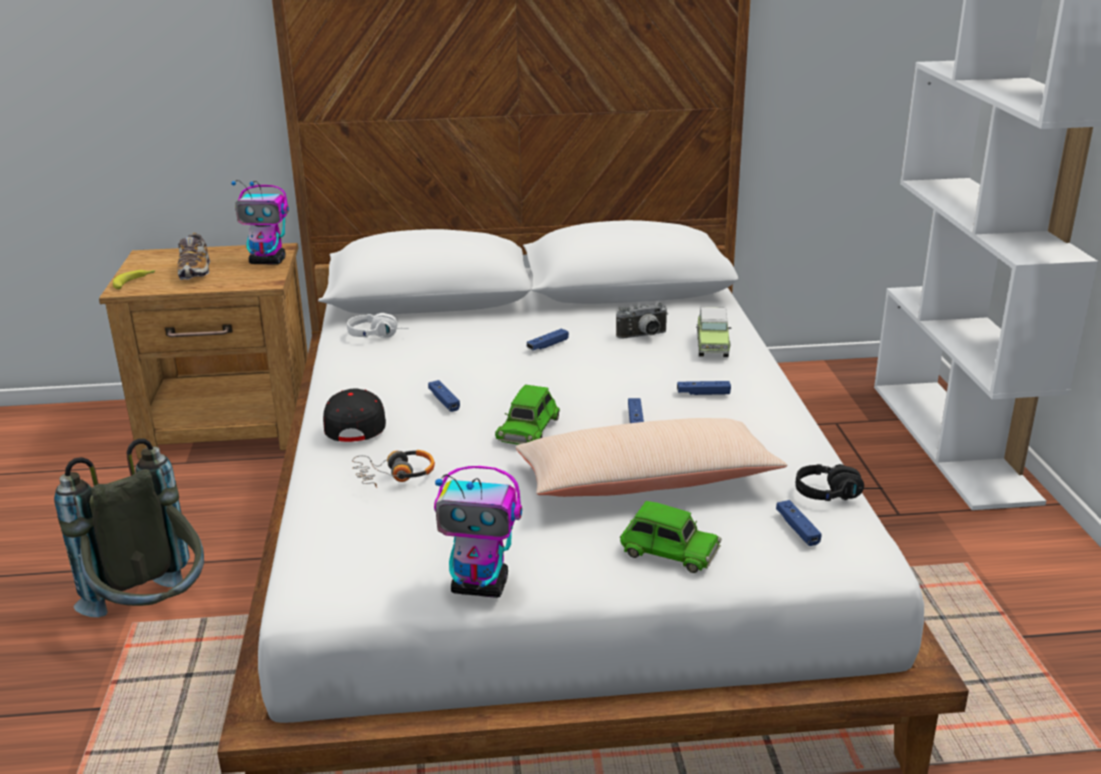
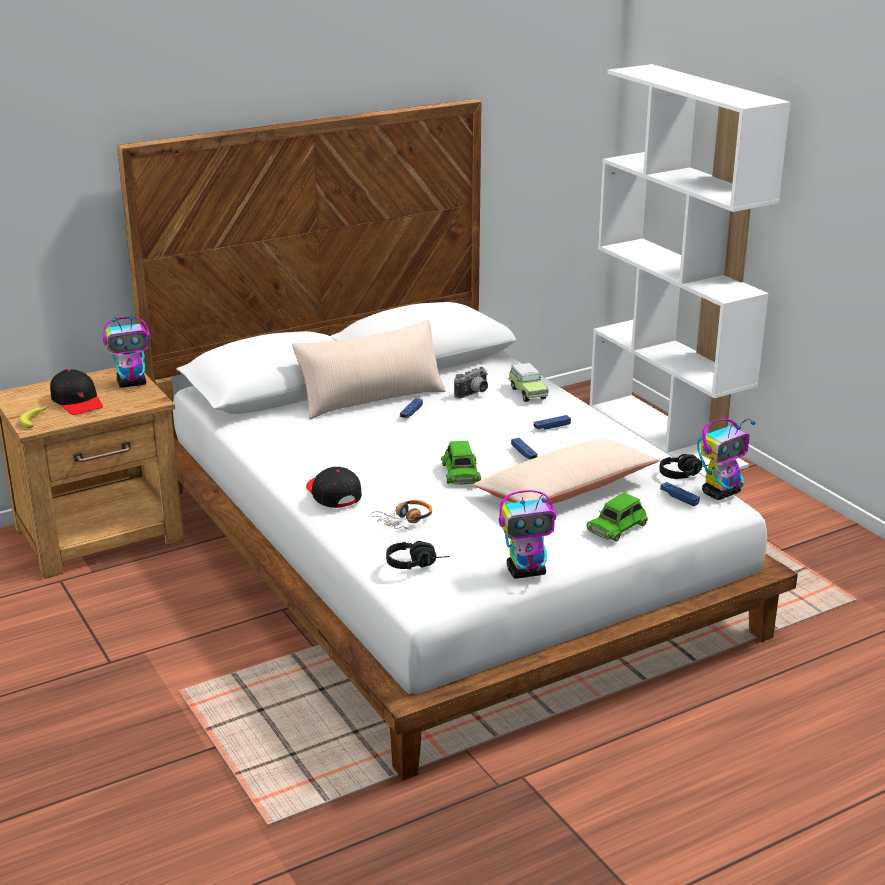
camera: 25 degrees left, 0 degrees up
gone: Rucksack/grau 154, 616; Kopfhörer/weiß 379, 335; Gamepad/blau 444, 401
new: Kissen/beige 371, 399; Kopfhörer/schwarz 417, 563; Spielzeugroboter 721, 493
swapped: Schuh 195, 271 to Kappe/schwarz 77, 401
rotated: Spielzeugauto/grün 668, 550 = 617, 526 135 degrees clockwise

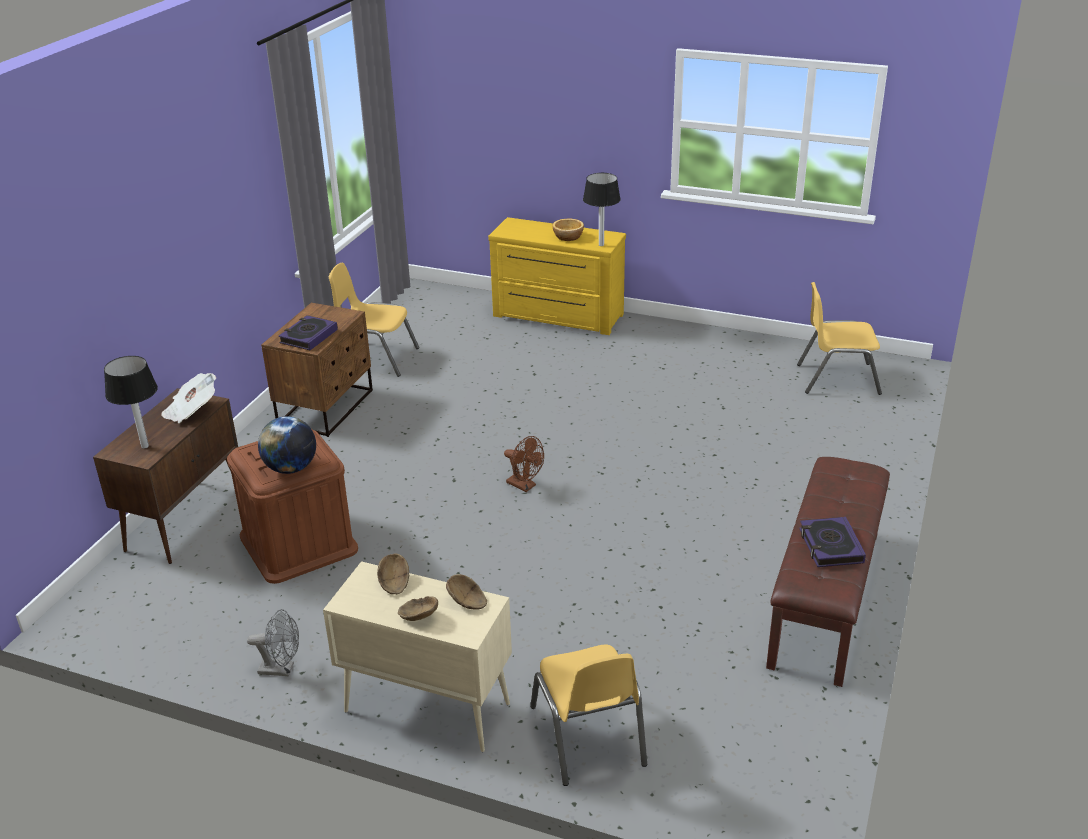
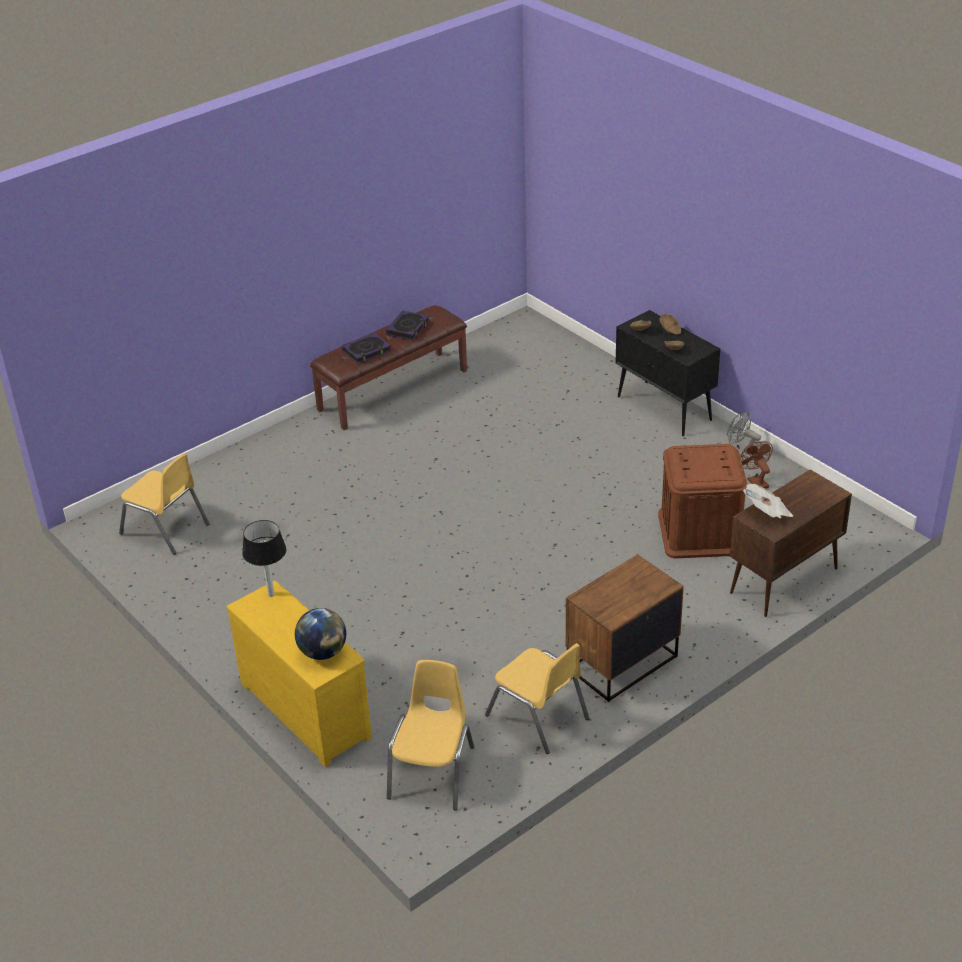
camera: 150 degrees left, 5 degrees up
gone: Tischlampe 145, 446; Schüssel 568, 237
shifted: Globus 291, 468 to 323, 652; Buch 308, 336 to 366, 351; Ventilator/braun 525, 486 to 755, 481; Stuhl/gelb 588, 736 to 433, 772
repainted: Schrank/beige 425, 707 to Schrank/schwarz 665, 409

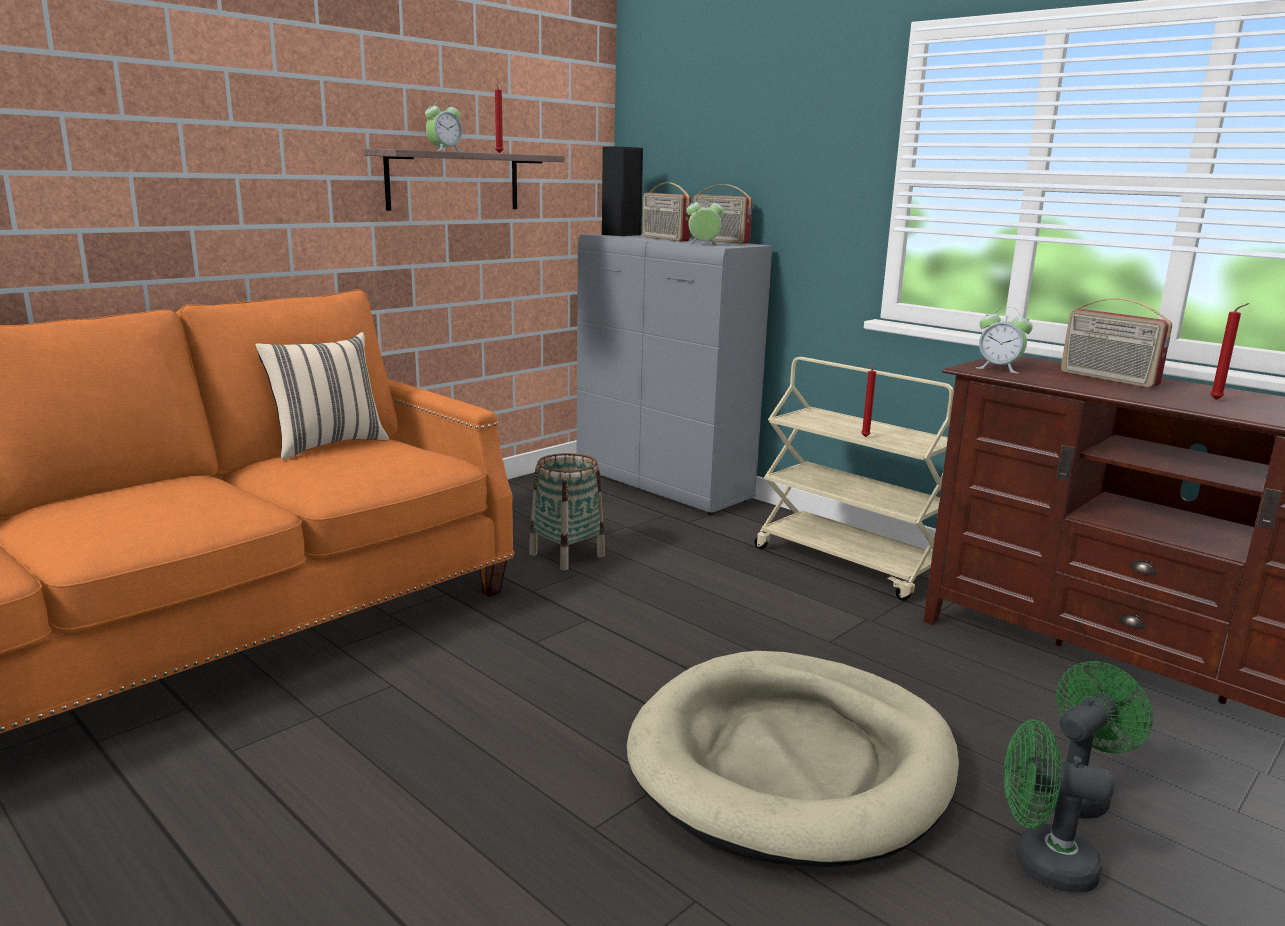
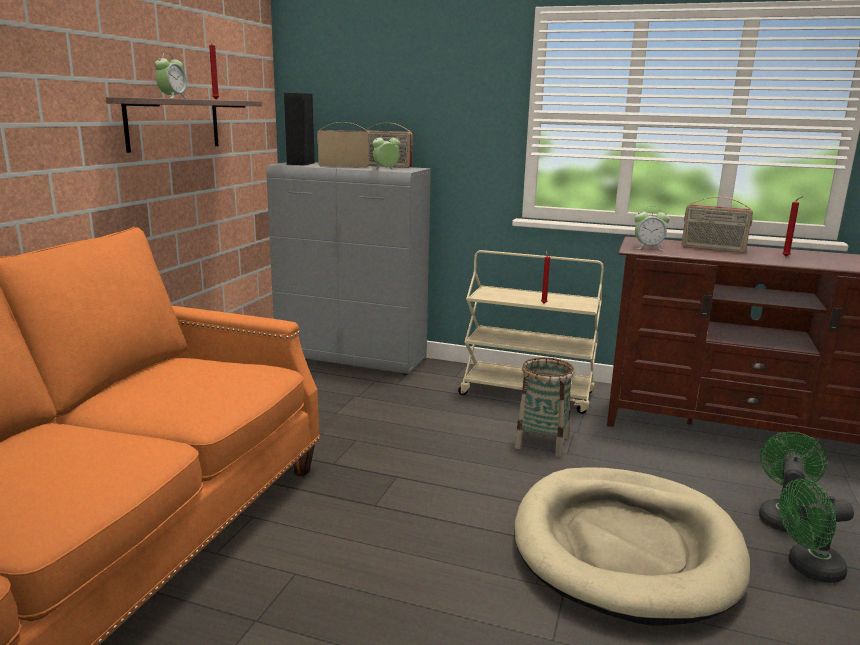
camera: 25 degrees left, 0 degrees up
gone: Kissen/beige 327, 445
shifted: Korb 567, 555 to 542, 442
rotated: Radio 664, 239 = 344, 166 150 degrees clockwise

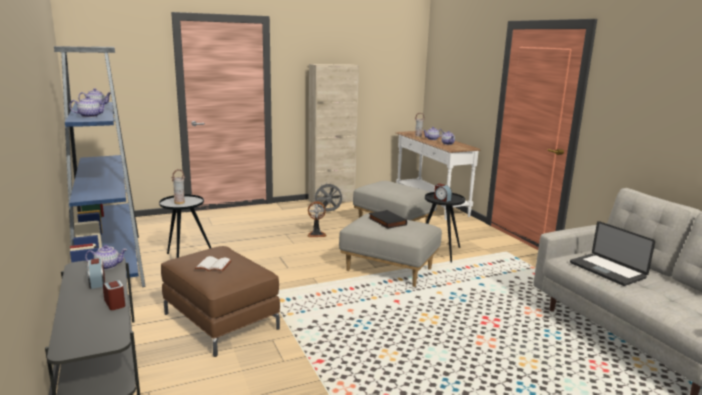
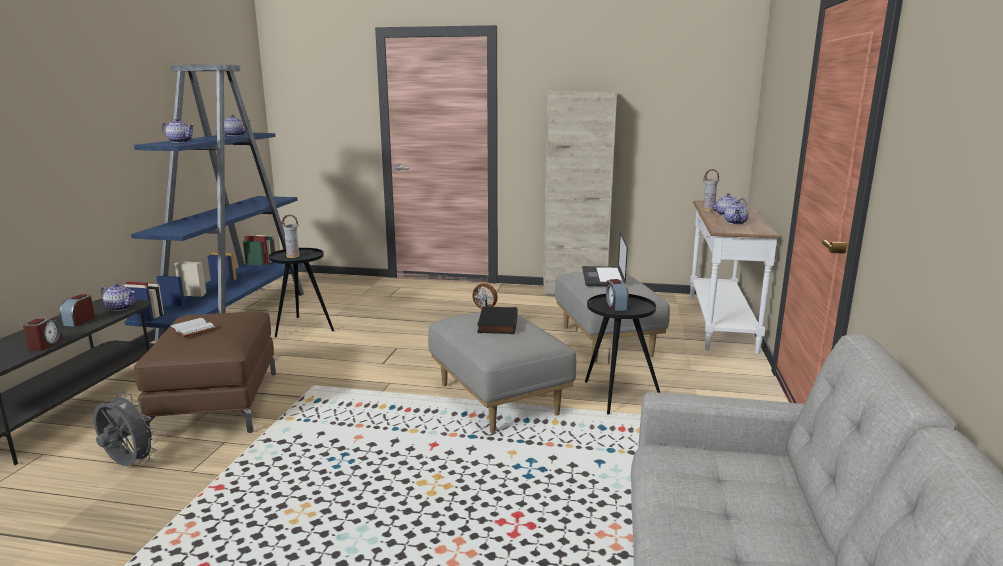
camera: 35 degrees right, 0 degrees up
shifted: Ventilator/grau 328, 212 to 127, 465; Laptop 607, 270 to 603, 277

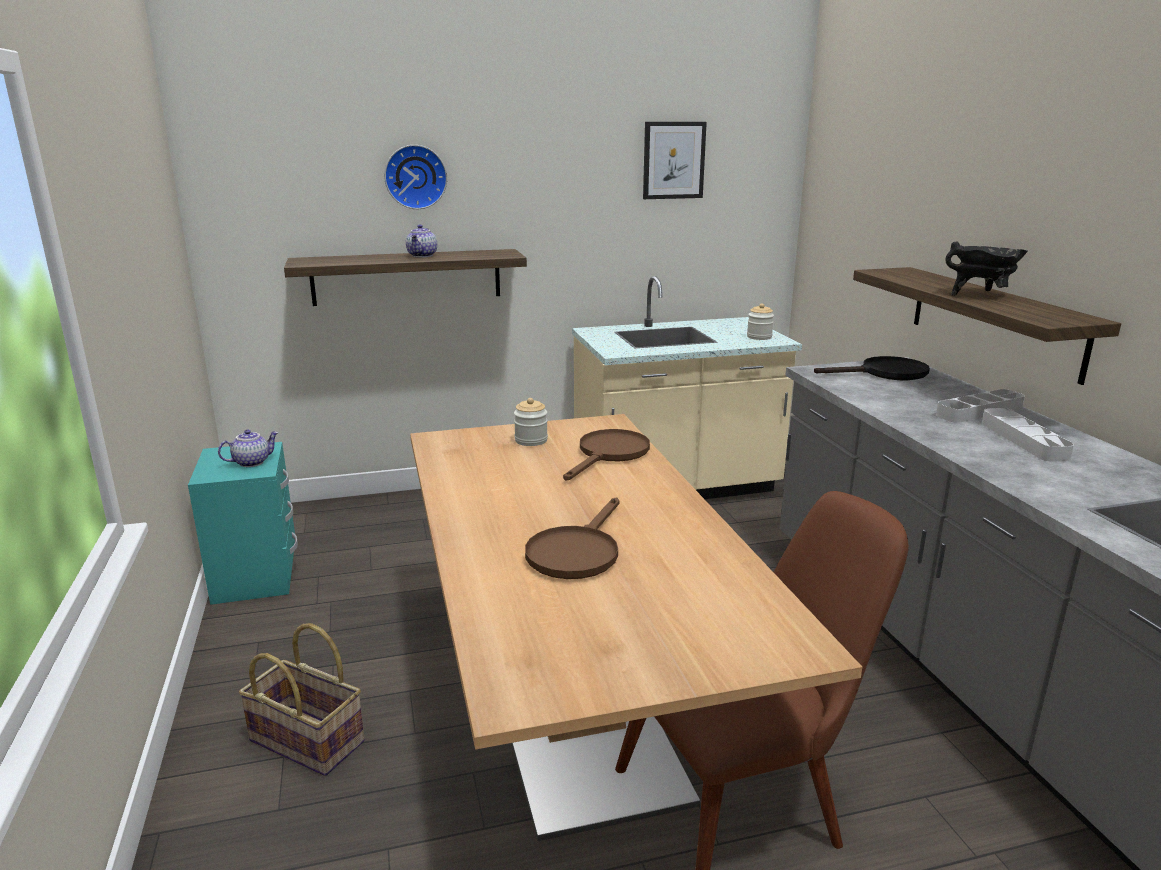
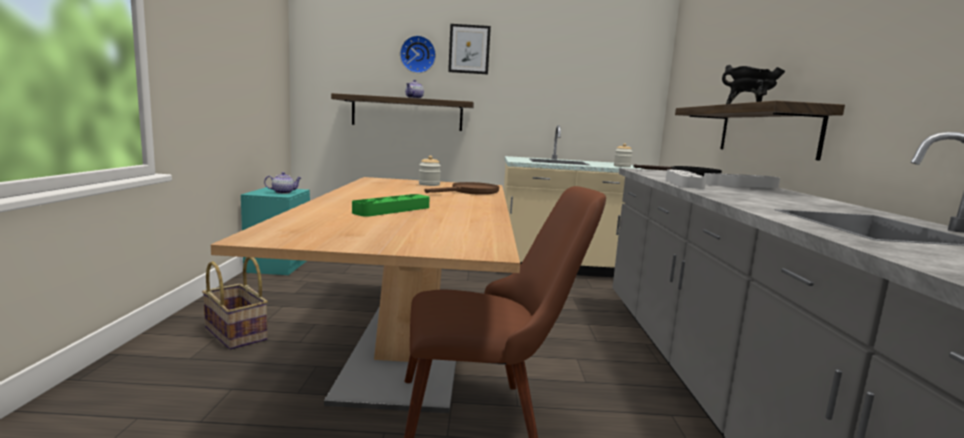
camera: 15 degrees right, 10 degrees down
shifted: Bild 673, 160 to 469, 49; Tablett/grau 1023, 440 to 683, 183
swapped: Pfanne/braun 576, 551 to Tablett/grün 392, 210

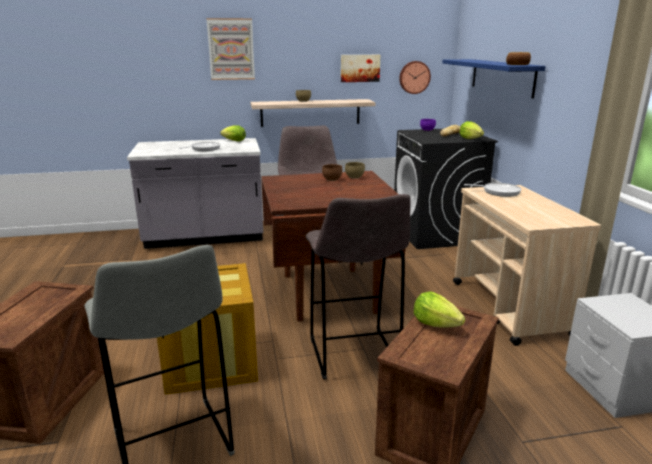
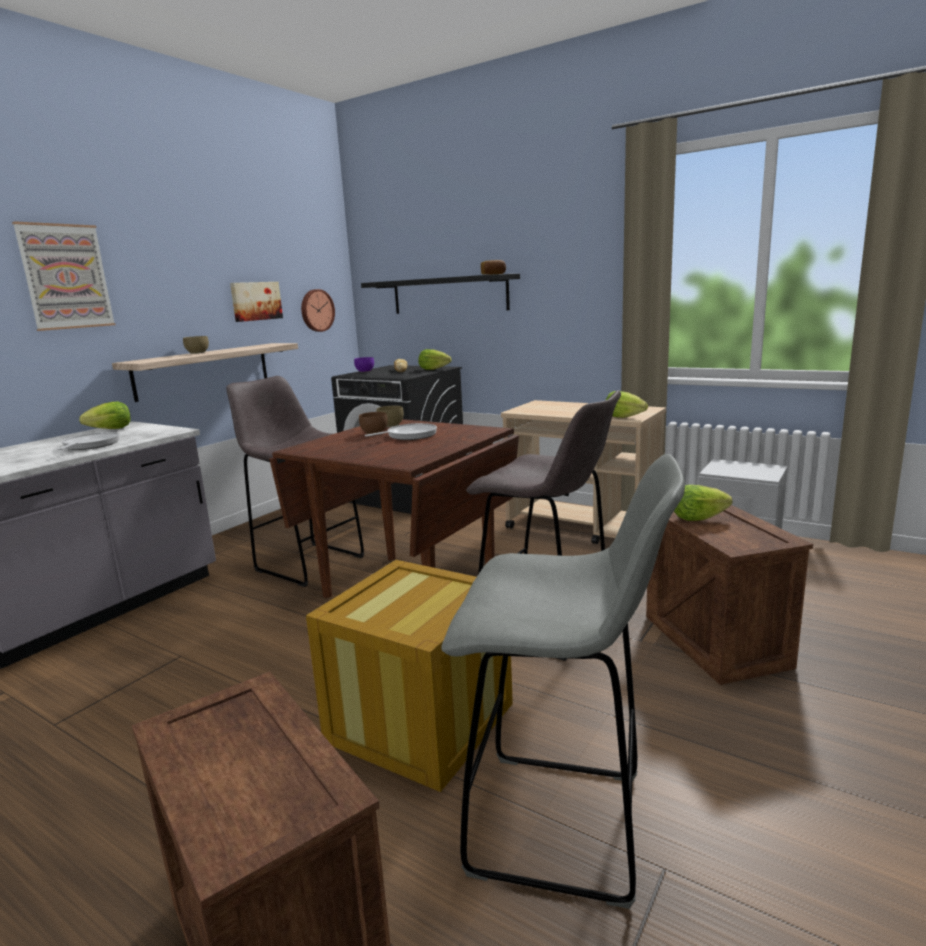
camera: 45 degrees left, 5 degrees down
new: Salatkopf 623, 417
shifted: Pfanne 498, 192 to 409, 435
repainted: Wandregal/blau 502, 77 to Wandregal/schwarz 449, 295

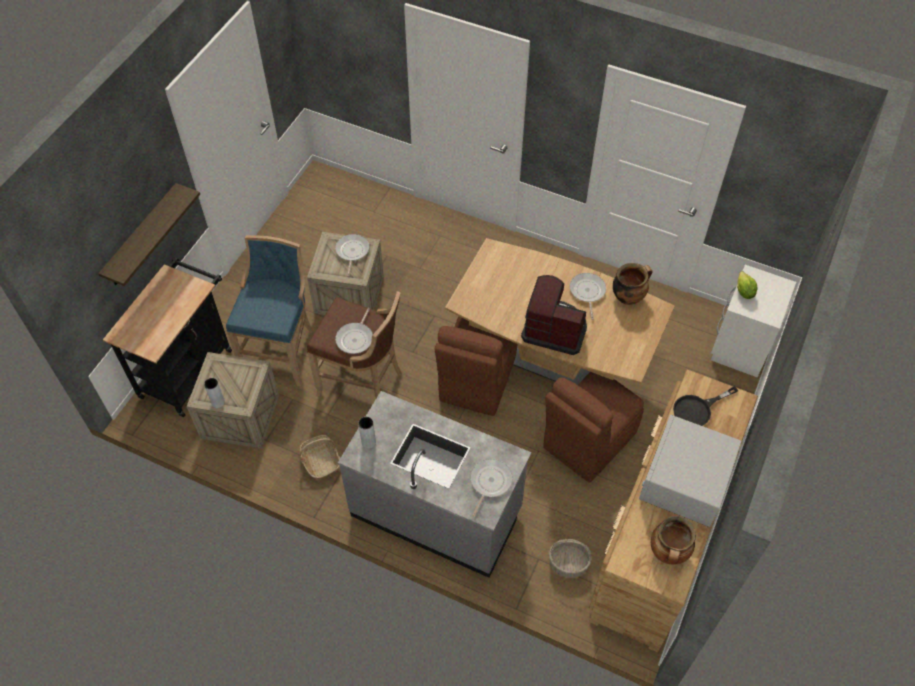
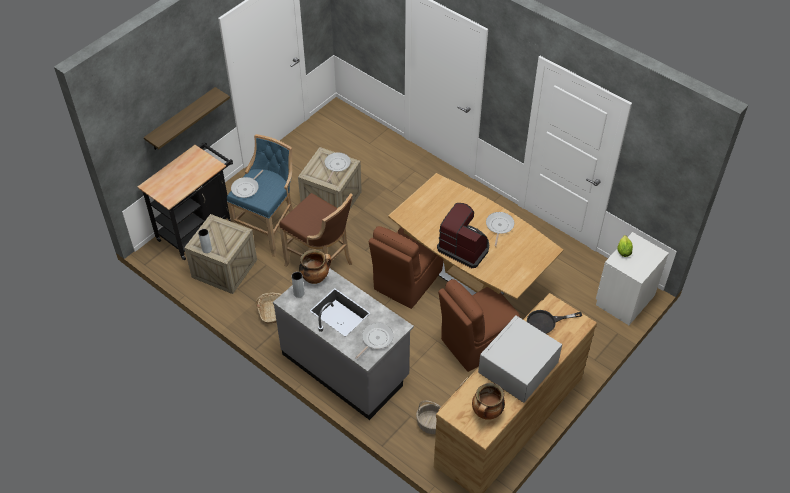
camera: 15 degrees right, 5 degrees down
shifted: Pfanne 355, 338 to 246, 188; Kochtopf 628, 297 to 315, 277

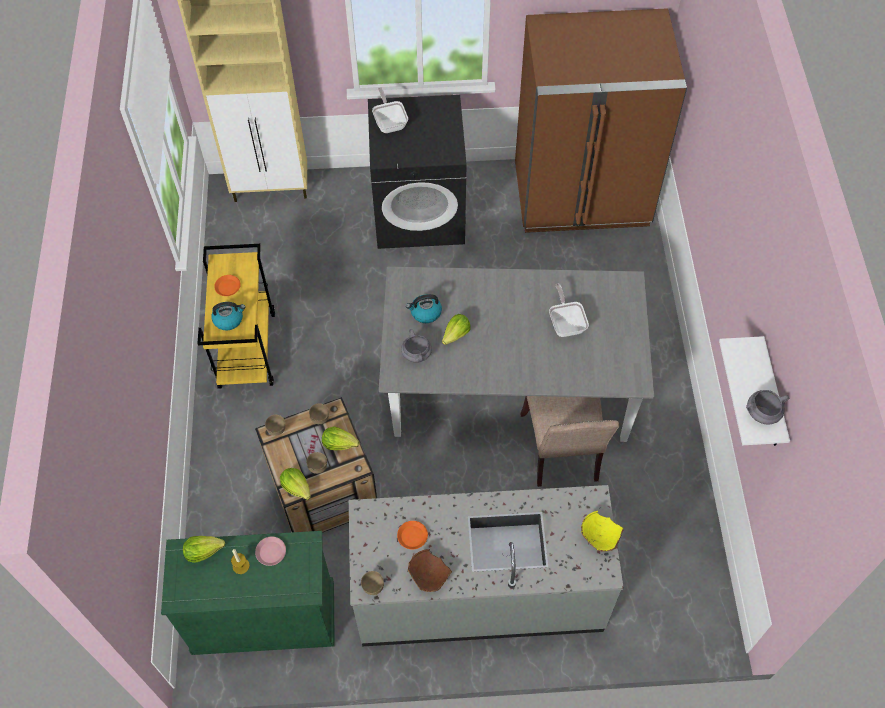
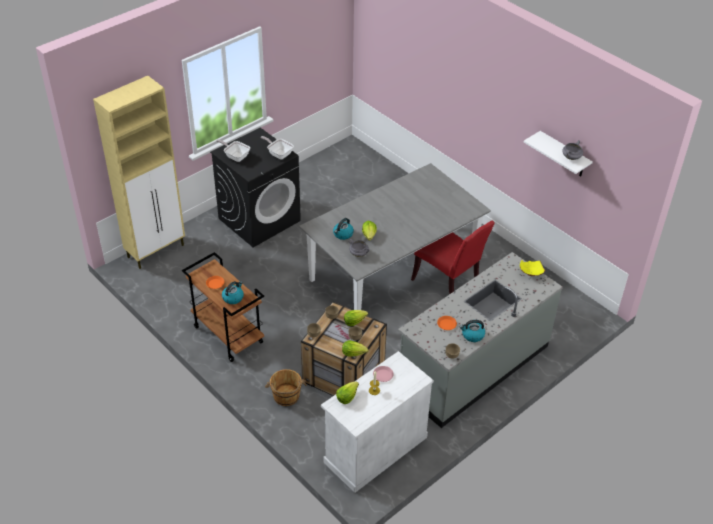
camera: 40 degrees left, 15 degrees down
gone: Kühlschrank/braun 582, 195
new: Eimer/braun 286, 396
shifted: Pfanne 566, 323 to 278, 154
swapped: Schüssel/braun 428, 576 to Wasserkessel 472, 335
repainted: Schrank/grün 264, 617 to Schrank/weiß 375, 449; Rollwagen/gelb 246, 349 to Rollwagen/braun 227, 334; Stuhl/beige 562, 451 to Stuhl/rot 448, 283

